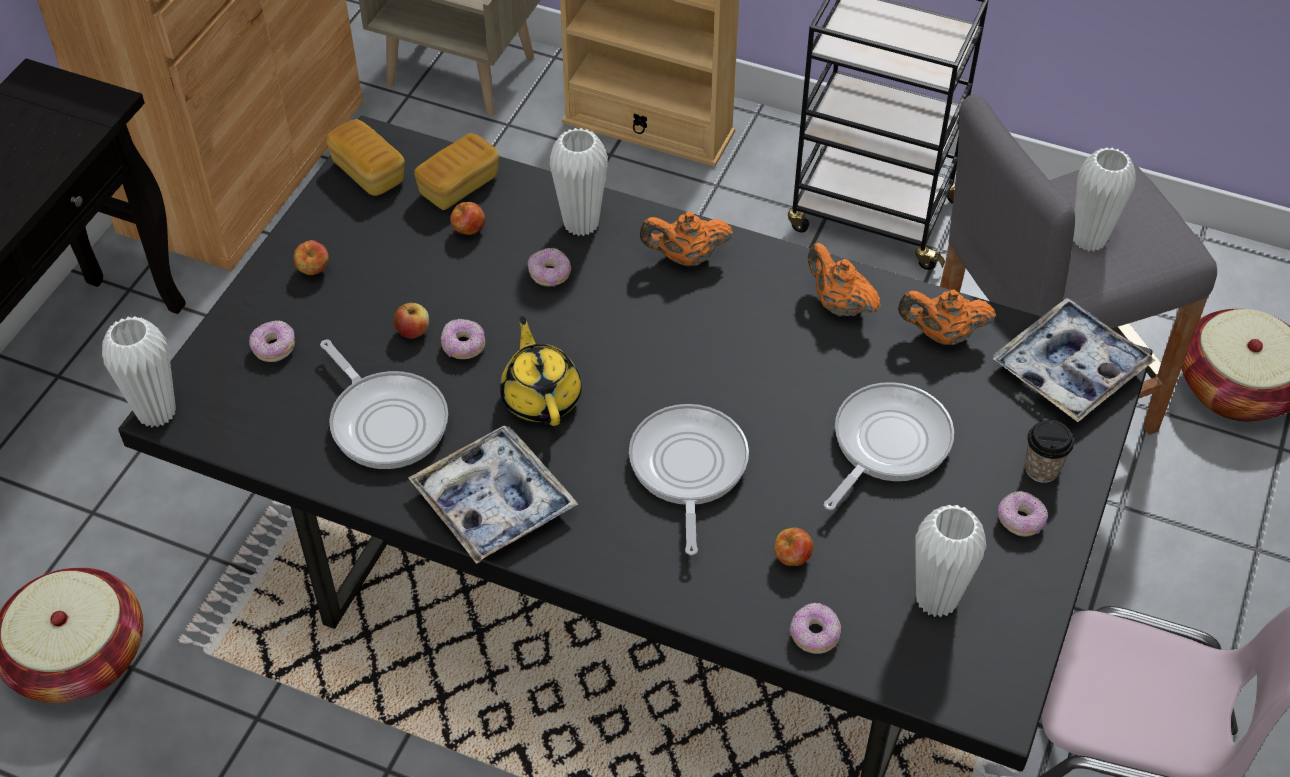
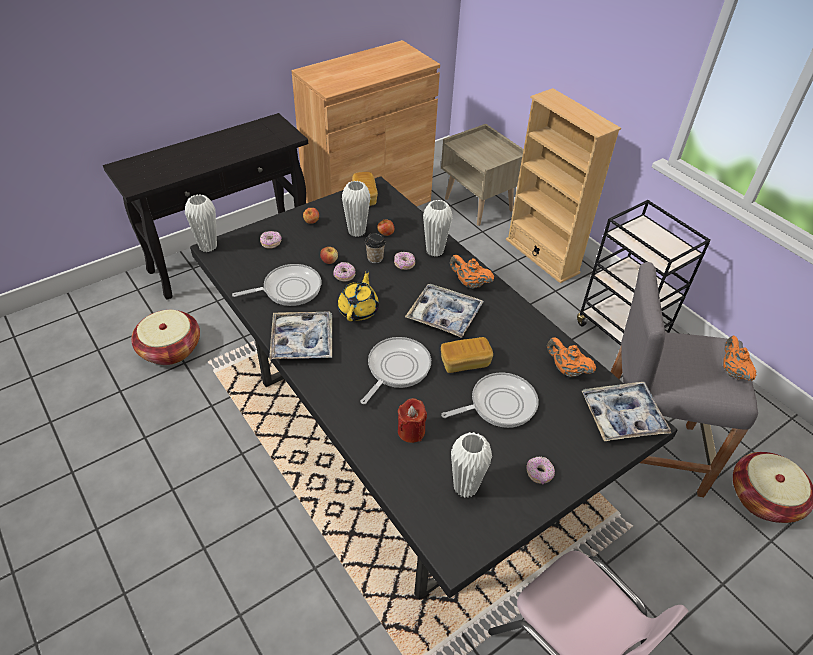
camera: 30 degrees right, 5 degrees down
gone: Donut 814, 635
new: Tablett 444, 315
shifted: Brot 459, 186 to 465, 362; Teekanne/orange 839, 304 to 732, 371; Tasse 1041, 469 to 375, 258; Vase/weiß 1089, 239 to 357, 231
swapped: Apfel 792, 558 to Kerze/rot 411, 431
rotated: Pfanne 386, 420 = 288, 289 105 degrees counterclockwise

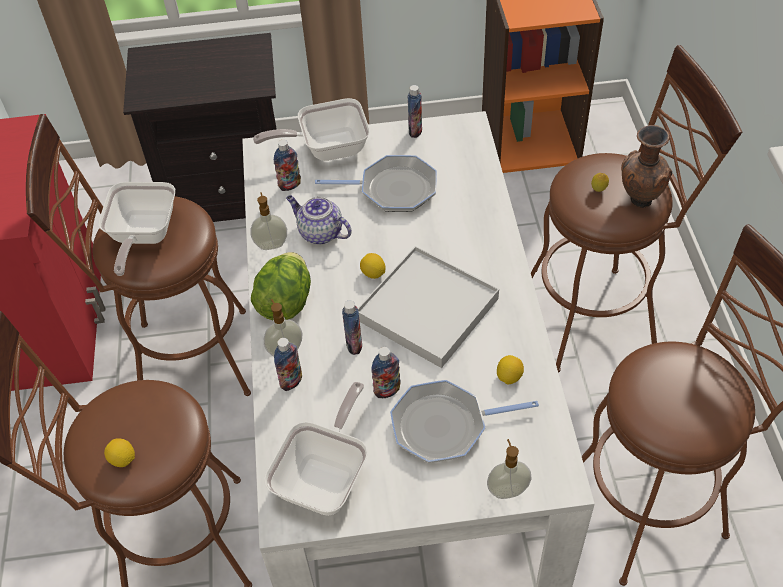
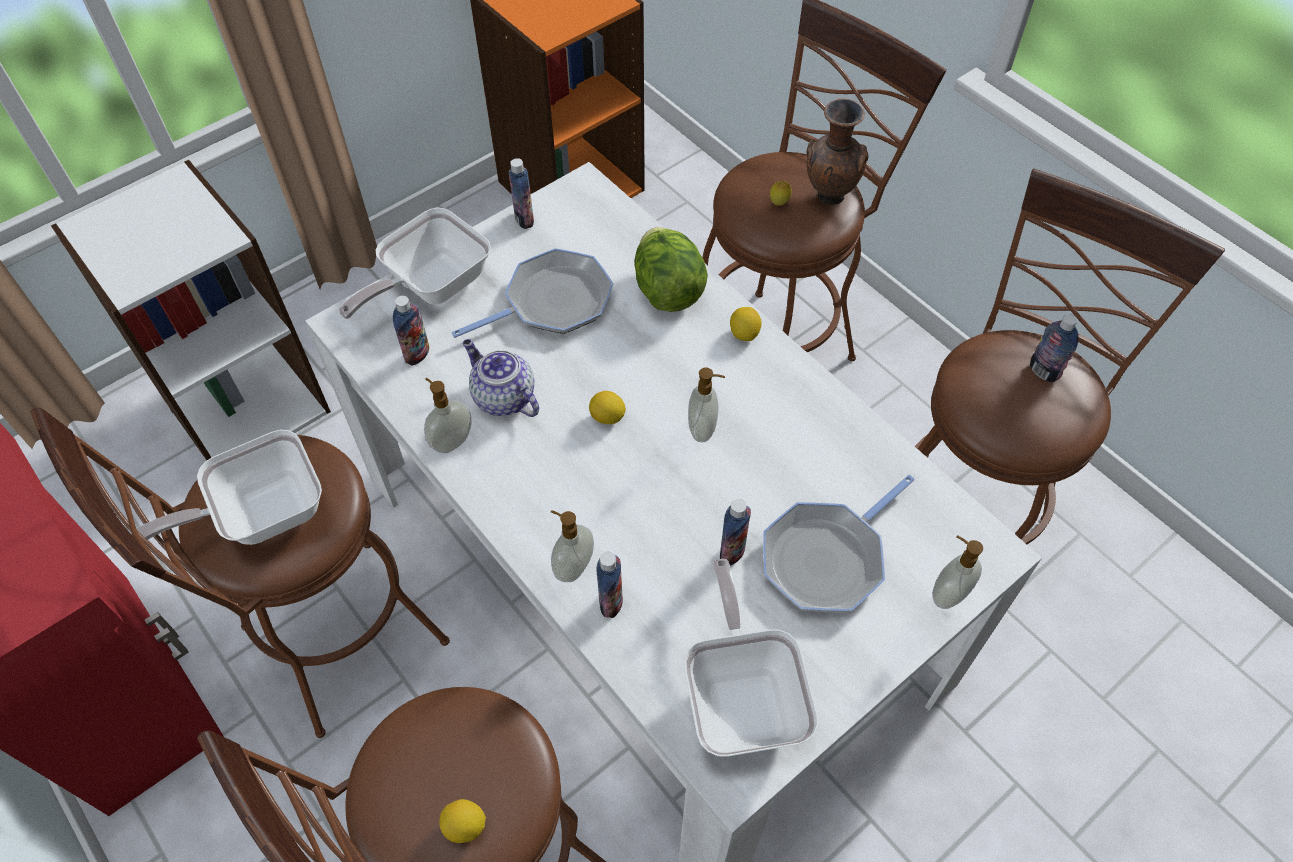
camera: 35 degrees left, 5 degrees up
shifted: Salatkopf 285, 302 to 667, 290; Flasche 354, 345 to 1043, 371; Zitrone 509, 377 to 744, 334
swapped: Nachttisch/schwarz 230, 194 to Bücherregal/weiß 246, 404; Tablett/weiß 427, 309 to Seifenspender 703, 429
rotated: Pfanne 142, 237 = 260, 514 90 degrees clockwise; Teekanne 319, 233 = 502, 397 45 degrees clockwise

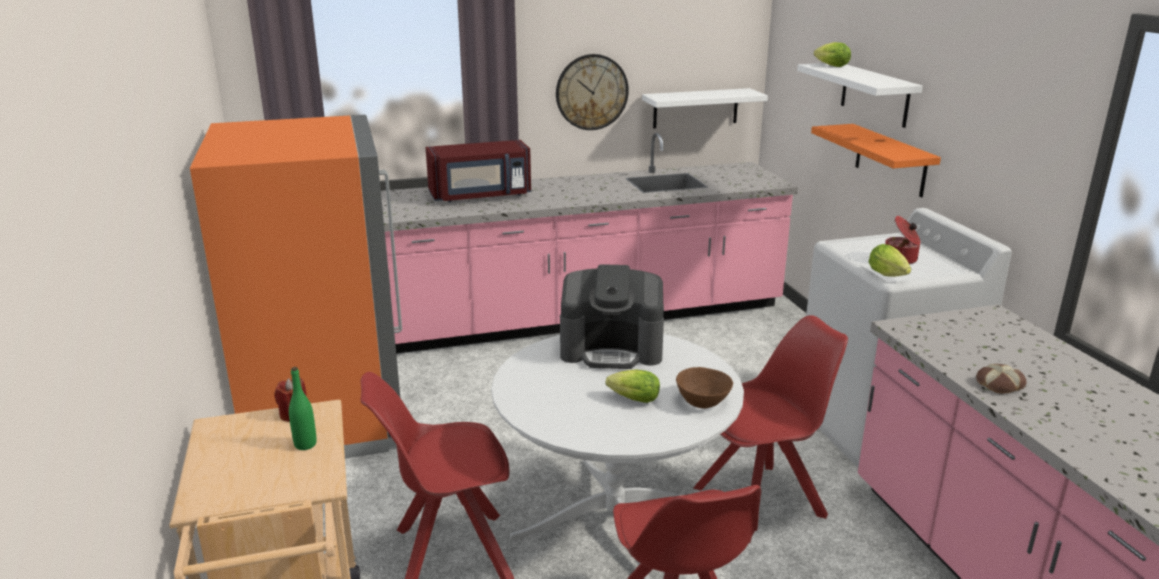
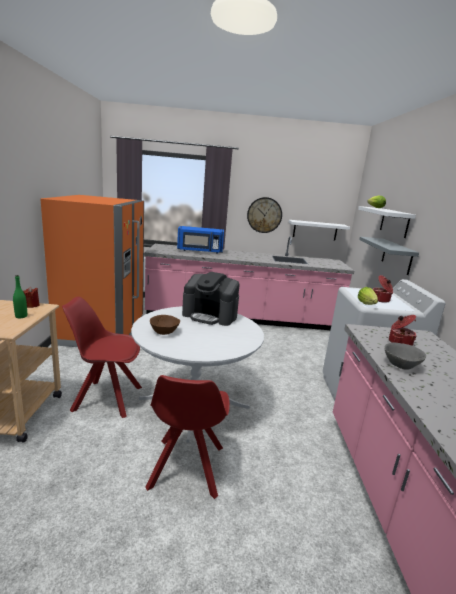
camera: 15 degrees right, 5 degrees down
gone: Salatkopf 631, 399; Stuhl/rot 762, 501
new: Kochtopf 399, 342
shifted: Schüssel/braun 703, 402 to 164, 332
swapped: Brot 999, 384 to Schüssel/grau 400, 365
repainted: Mikrowelle/rot 481, 196 to Mikrowelle/blau 200, 251; Wandregal/orange 890, 160 to Wandregal/grau 397, 256

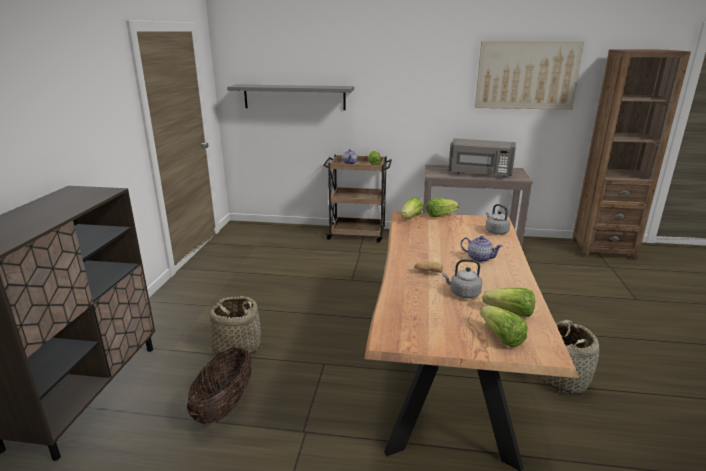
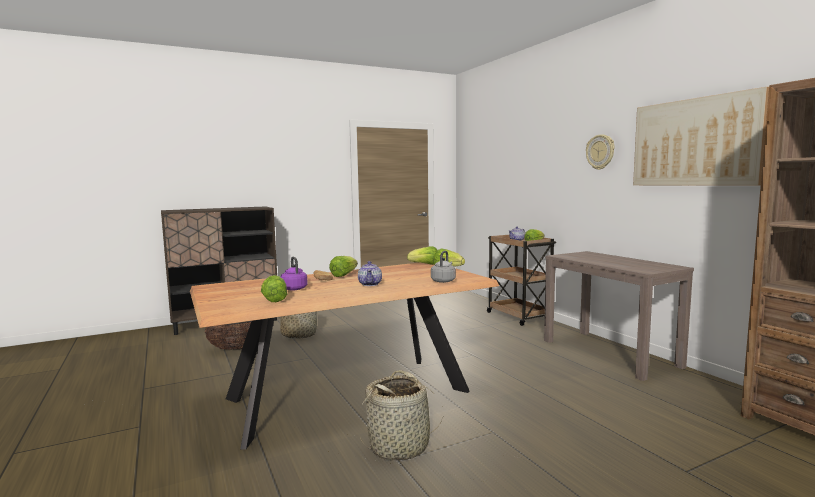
camera: 55 degrees right, 15 degrees down
gone: Wandregal/grau 294, 97; Mikrowelle/grau 480, 173
new: Wanduhr 600, 152
shifted: Salatkopf 501, 337 to 344, 275
repainted: Wasserkessel/grau 463, 293 to Wasserkessel/lila 294, 288

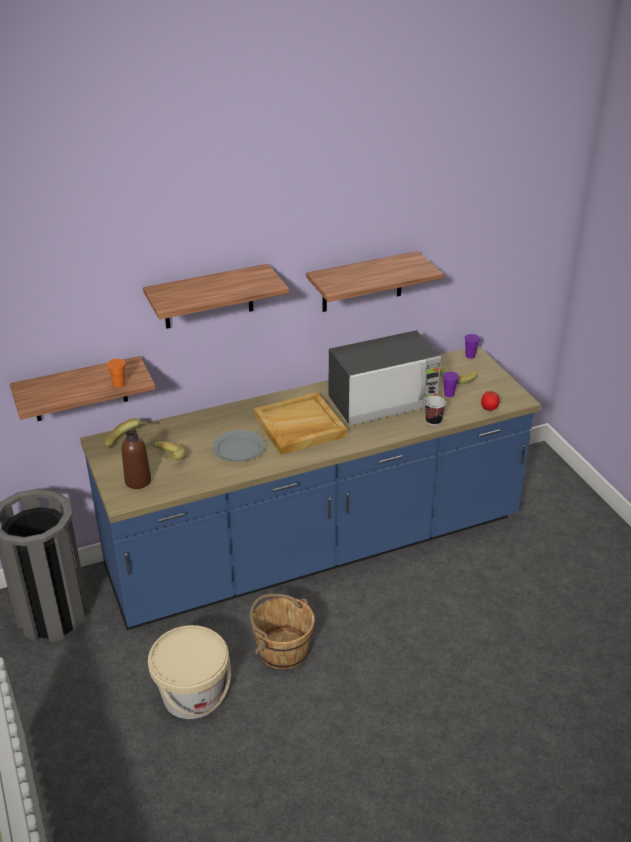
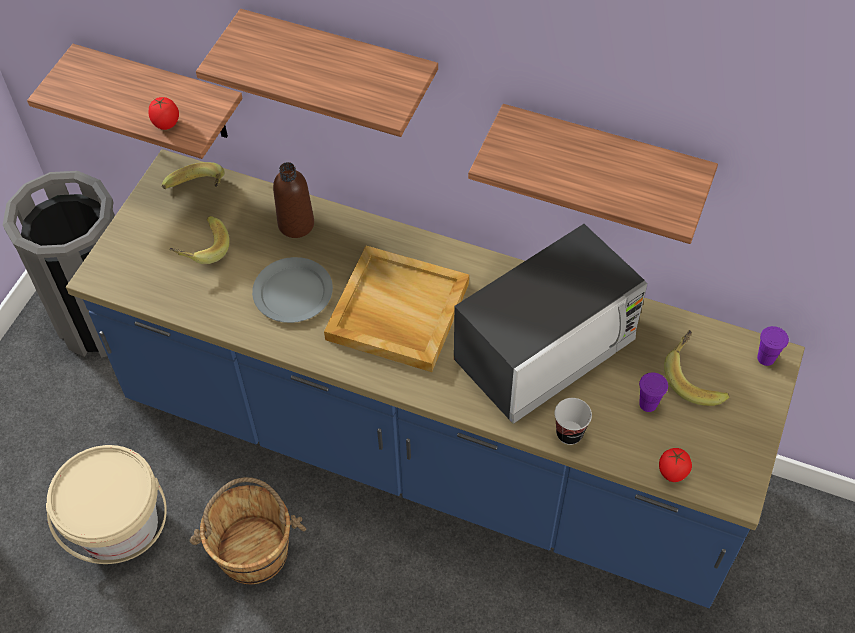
camera: 45 degrees right, 20 degrees up
shifted: Flasche/braun 138, 481 to 296, 224
swapped: Tasse/orange 119, 384 to Tomate 166, 124
rotated: Mikrowelle 383, 401 = 545, 350 60 degrees counterclockwise

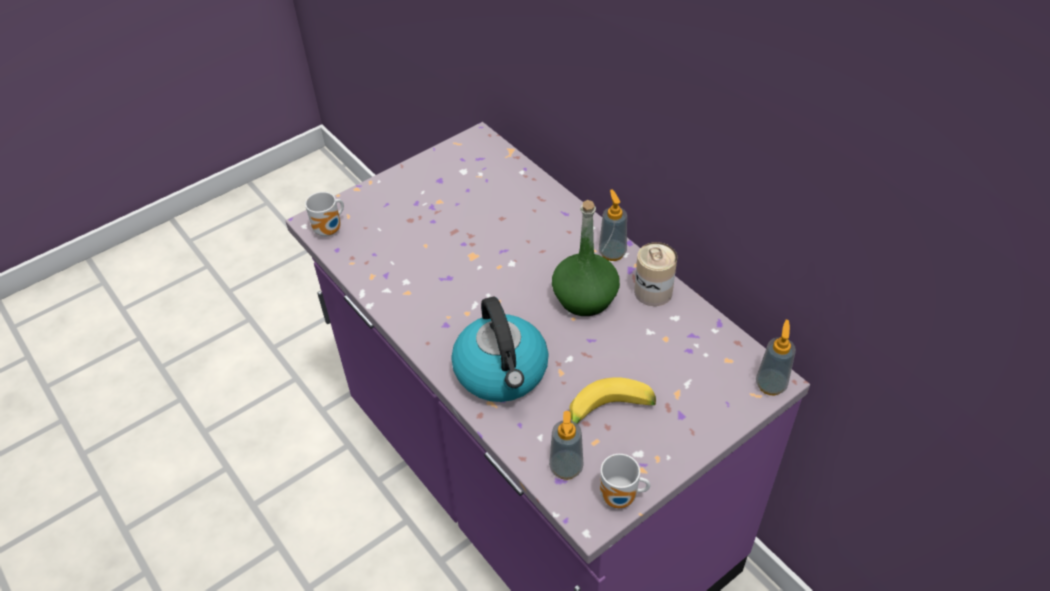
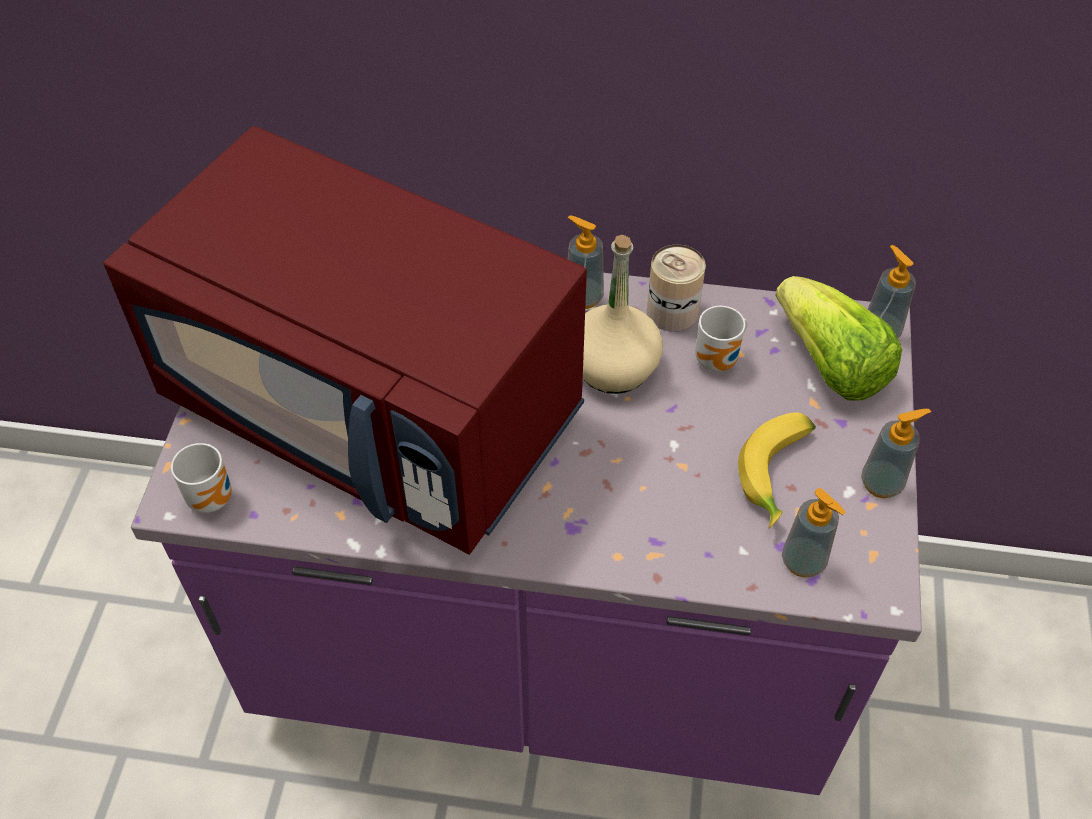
camera: 45 degrees left, 5 degrees up
gone: Wasserkessel 502, 372
new: Mikrowelle/rot 376, 409; Salatkopf 829, 364; Seifenspender 881, 483
shifted: Henkelbecher 620, 498 to 719, 361
repainted: Flasche/grün 585, 298 to Flasche/beige 614, 367

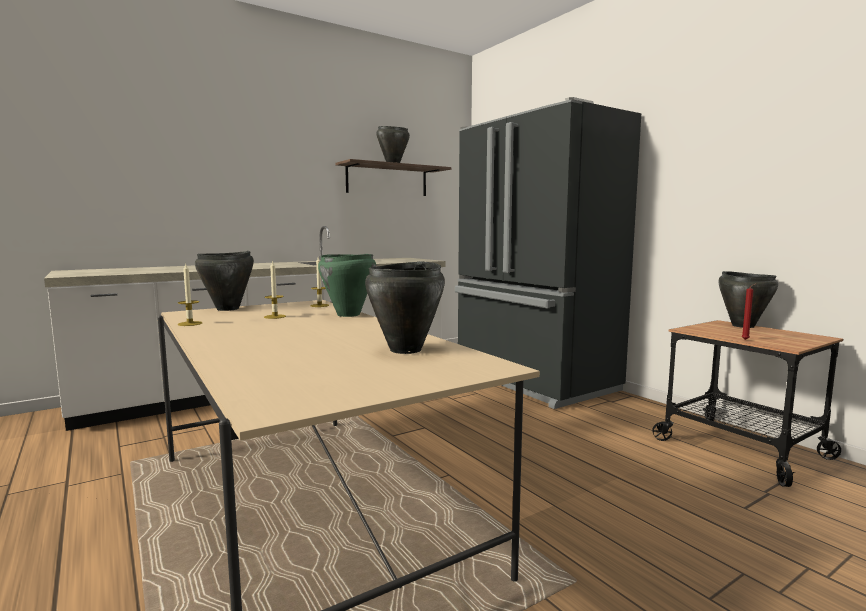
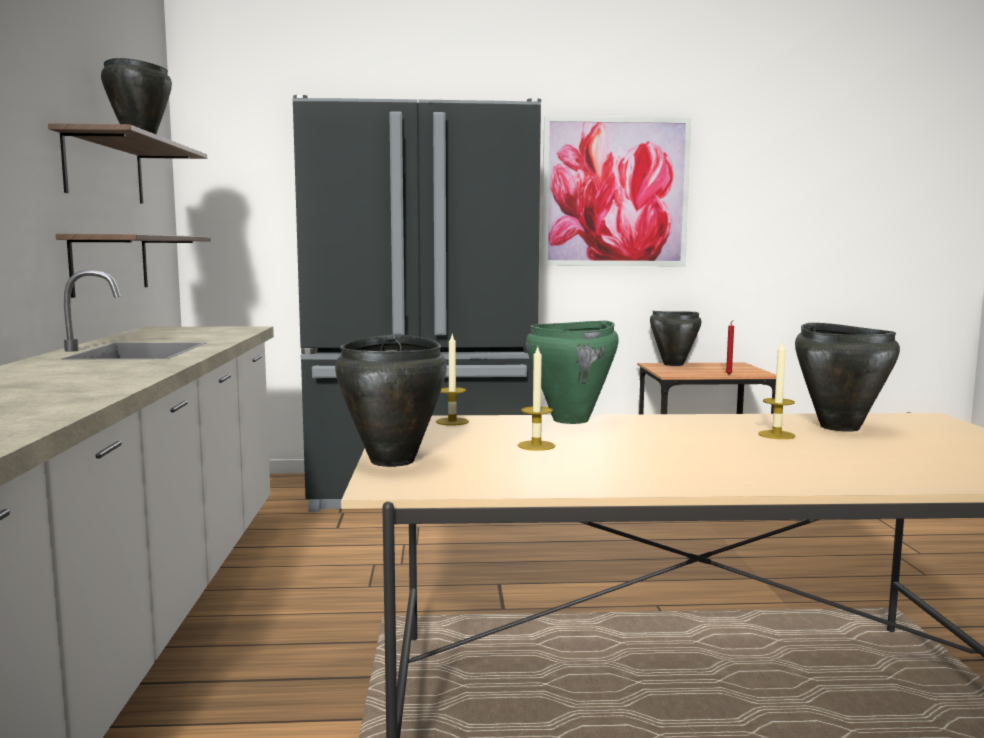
camera: 60 degrees left, 0 degrees up
new: Wandregal 110, 263; Bild 615, 192
shifted: Kerze 190, 323 to 776, 435

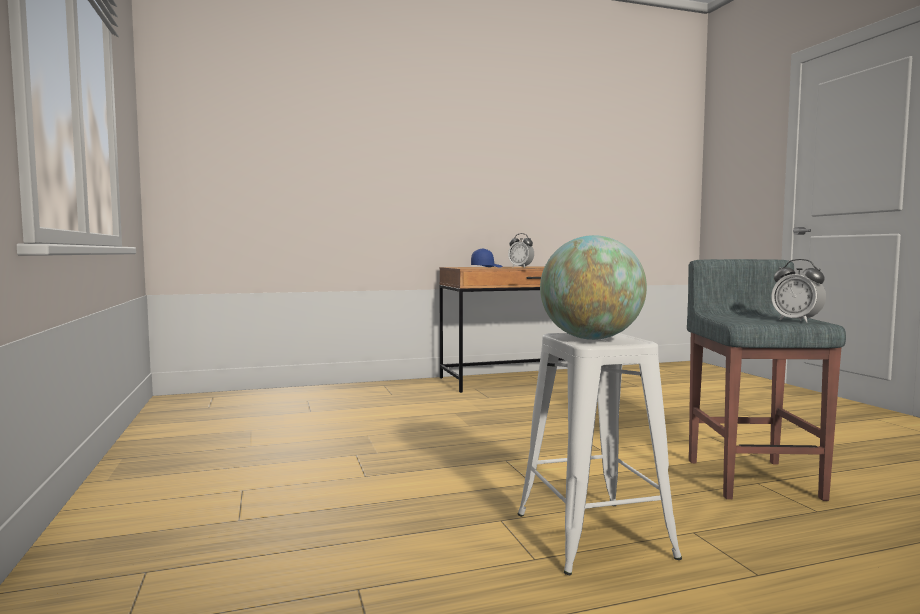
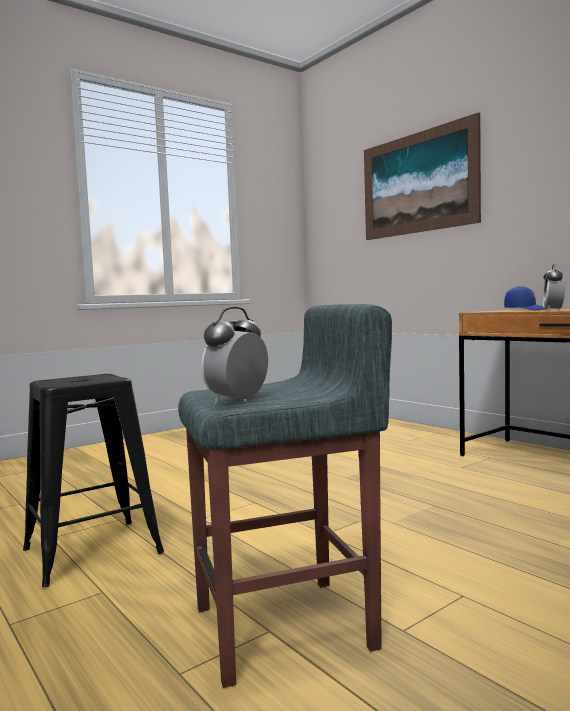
camera: 70 degrees right, 0 degrees up
gone: Globus 591, 339
new: Bild 418, 183
repainted: Hocker/weiß 593, 536 to Hocker/schwarz 91, 551

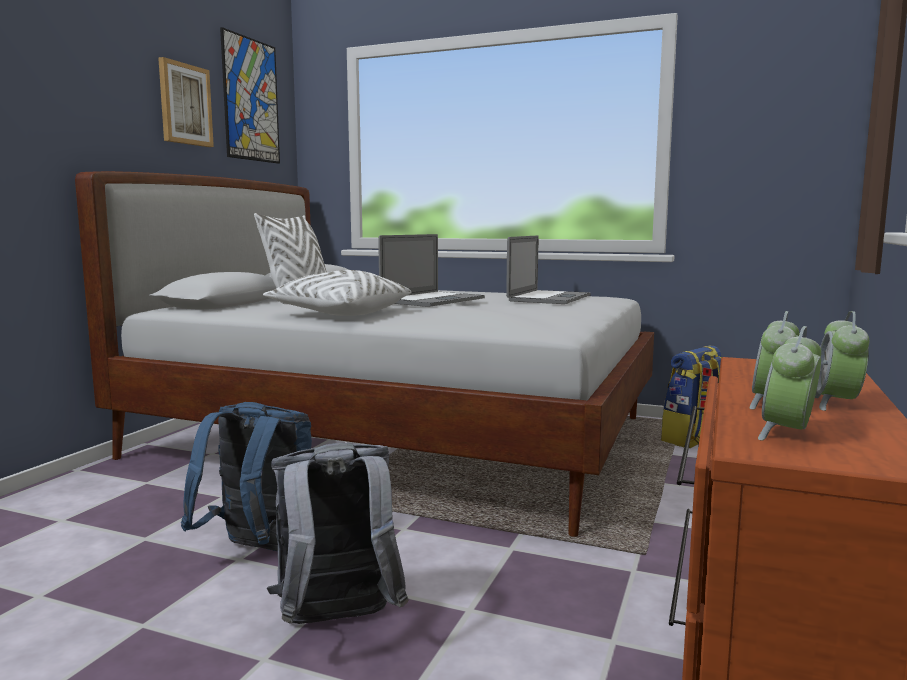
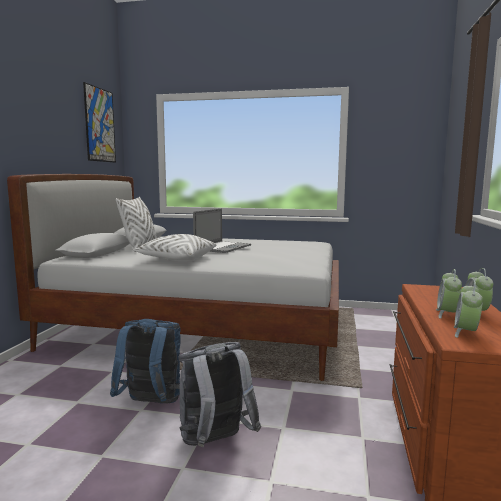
camera: 10 degrees left, 0 degrees up
gone: Bild 185, 104; Laptop 549, 298; Rucksack 693, 440

